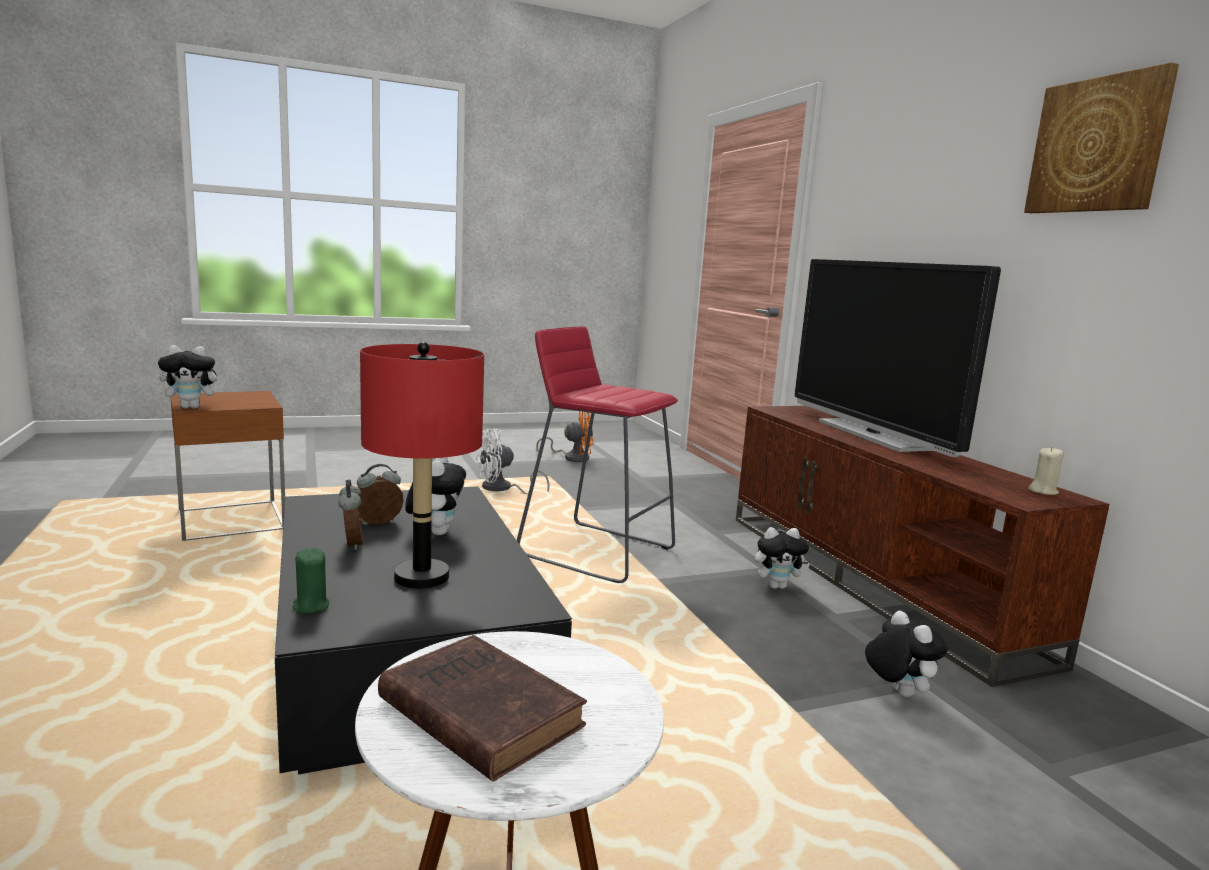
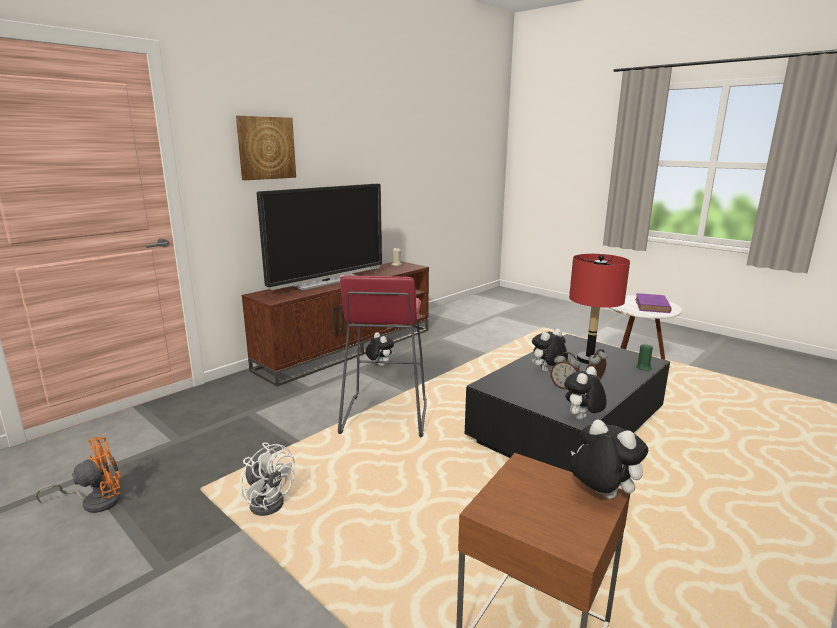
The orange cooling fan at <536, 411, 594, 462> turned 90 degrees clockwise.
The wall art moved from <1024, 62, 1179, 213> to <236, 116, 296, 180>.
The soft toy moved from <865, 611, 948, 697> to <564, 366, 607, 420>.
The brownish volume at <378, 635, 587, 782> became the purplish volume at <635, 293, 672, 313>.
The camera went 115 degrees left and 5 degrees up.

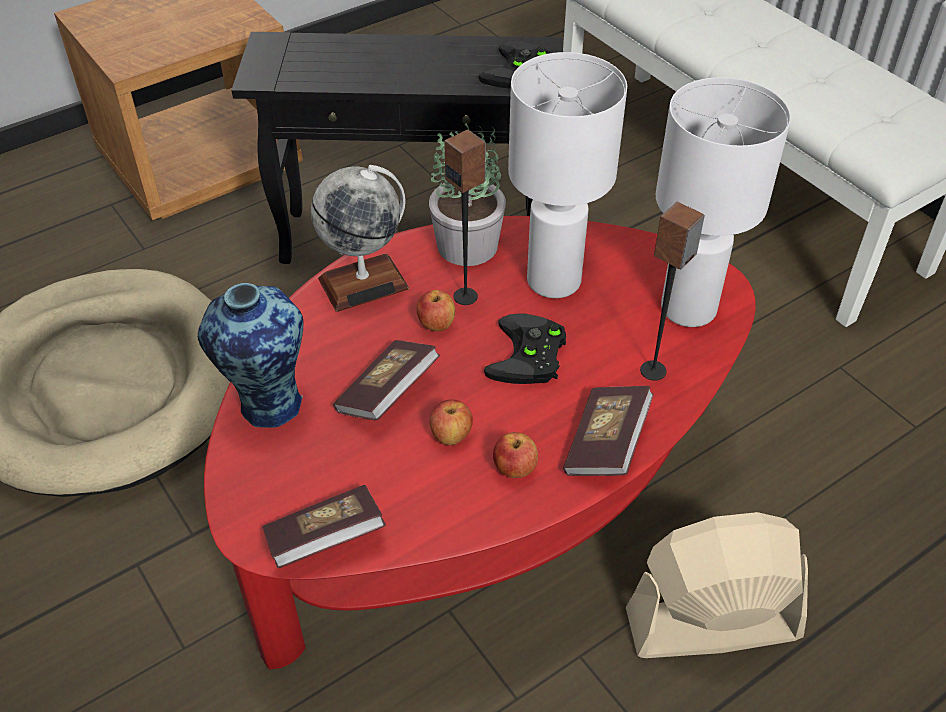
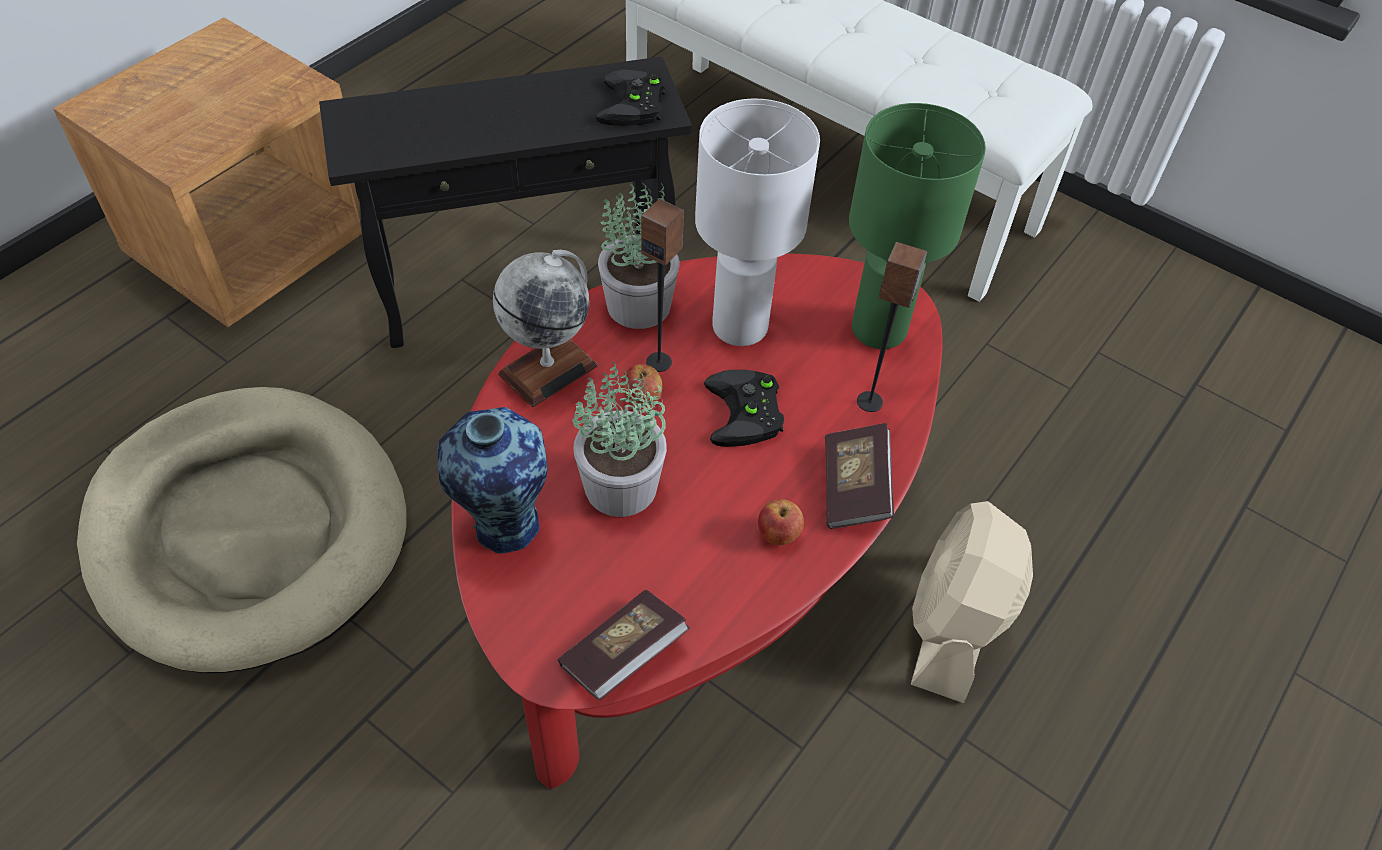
The volume at <333, 340, 440, 420> was replaced by the potted plant at <572, 362, 667, 517>.
The whitish lamp for a table at <656, 77, 791, 327> became the green-coloured lamp for a table at <849, 103, 986, 349>.
The beige-coloured cooling fan at <626, 512, 808, 658> turned 45 degrees counterclockwise.
The whole apple at <430, 399, 473, 445> disappeared.
The camera went 20 degrees left and 5 degrees up.

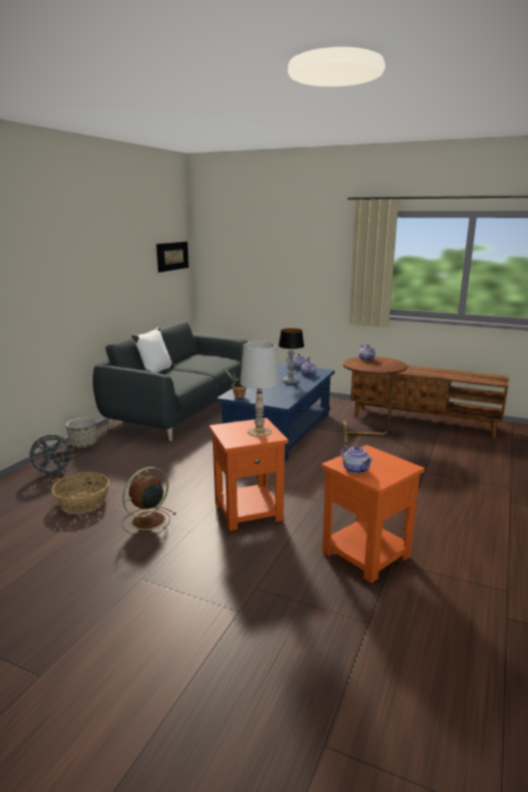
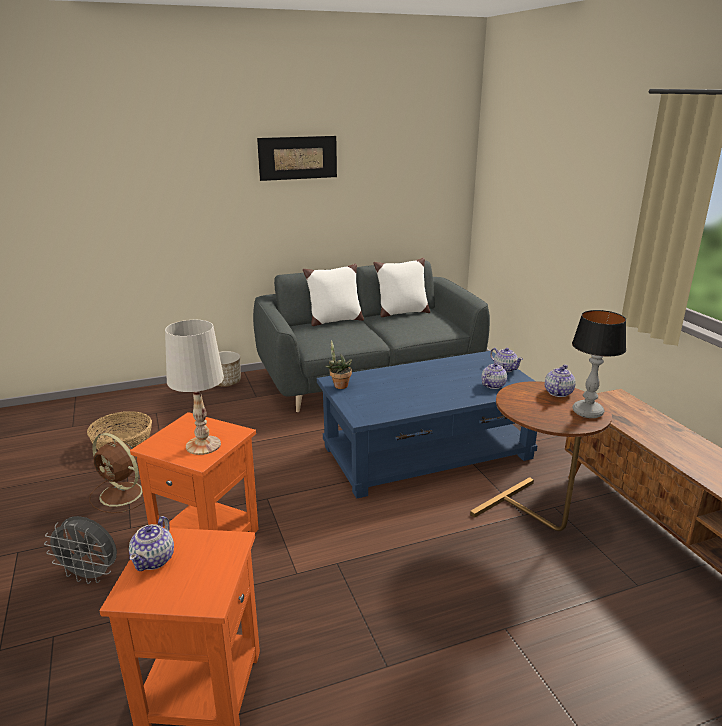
The gray cooling fan moved from <29, 435, 75, 477> to <44, 516, 117, 584>.
The brownish cooling fan at <122, 467, 176, 537> turned 150 degrees counterclockwise.
The wall art moved from <156, 241, 189, 272> to <257, 136, 337, 181>.
The whitish pillow at <373, 258, 430, 317> appeared.
The lamp for a table moved from <278, 328, 304, 384> to <572, 310, 626, 418>.
The camera went 45 degrees right and 5 degrees up.

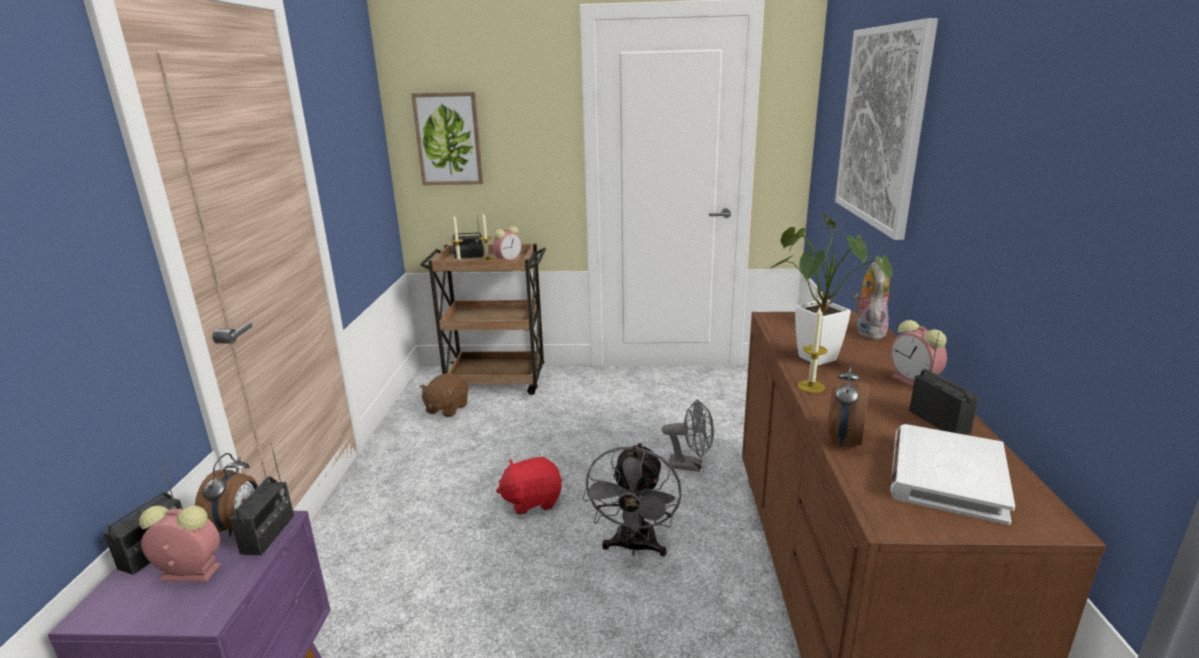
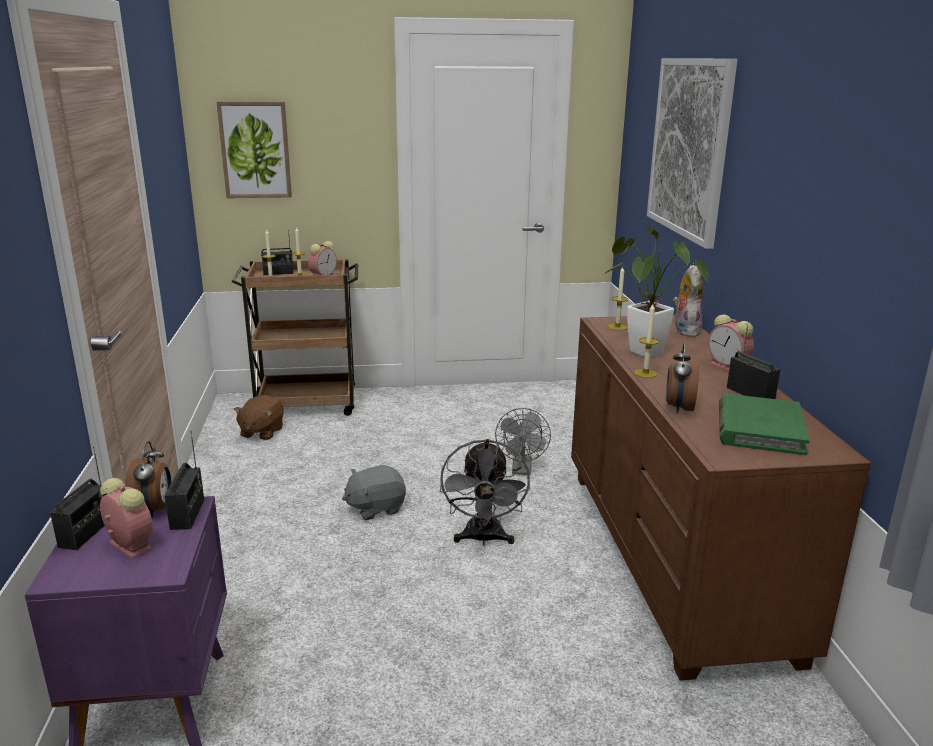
The alarm clock at <139, 505, 221, 582> turned 45 degrees clockwise.
The reddish soft toy at <496, 457, 562, 515> became the gray soft toy at <342, 465, 406, 520>.
The gray cooling fan at <662, 400, 714, 472> turned 90 degrees clockwise.
The wax light at <608, 268, 628, 330> appeared.
The whitish volume at <890, 424, 1015, 525> became the green-coloured volume at <719, 394, 810, 455>.
The camera went 10 degrees left and 0 degrees up.

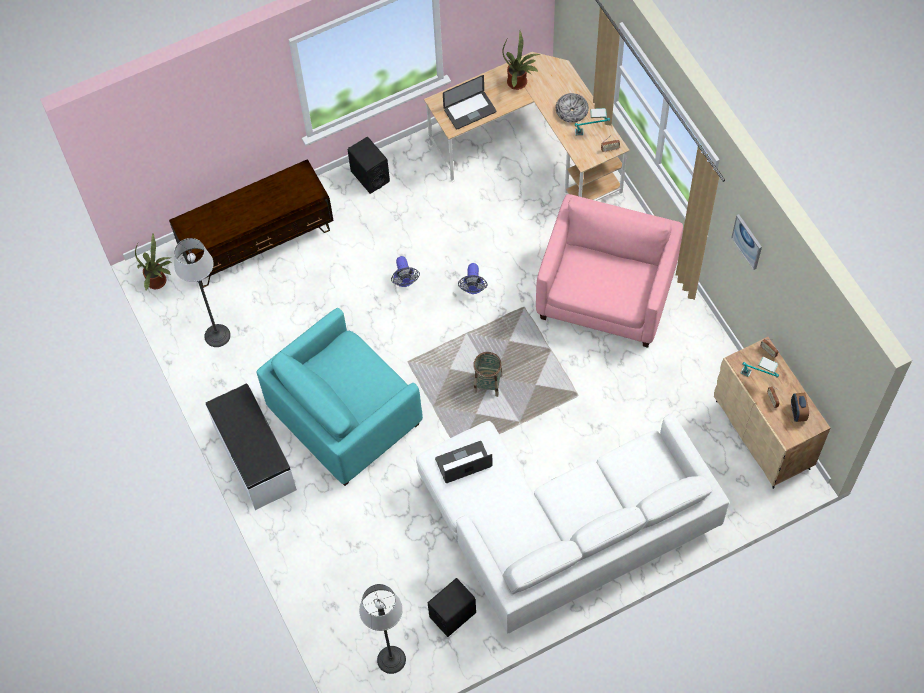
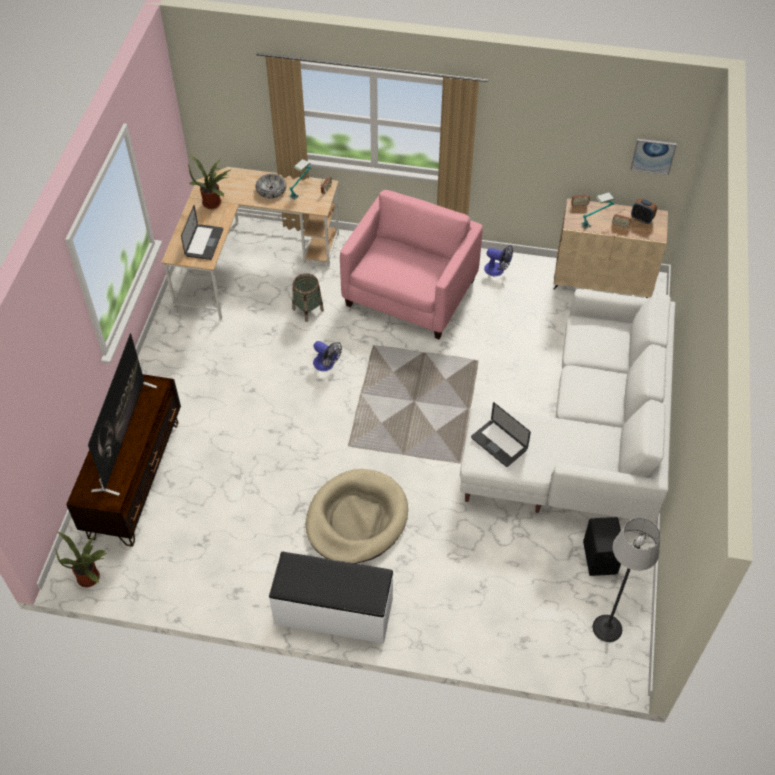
The television at <88, 333, 157, 496> appeared.
The storage basket moved from <473, 352, 503, 397> to <292, 273, 324, 322>.
The blue-green armchair at <256, 308, 423, 486> was replaced by the beige-coloured dog bed at <306, 469, 408, 564>.
The pinkish armchair at <536, 194, 683, 348> turned 60 degrees clockwise.
The laptop at <435, 441, 493, 483> turned 60 degrees counterclockwise.
The cooling fan moved from <391, 256, 420, 287> to <484, 245, 513, 276>.
The wall art moved from <731, 214, 762, 270> to <630, 139, 677, 175>.
The standard lamp at <174, 238, 231, 347> disappeared.
The blackish speaker at <348, 137, 390, 194> disappeared.
The camera went 55 degrees left and 10 degrees down.

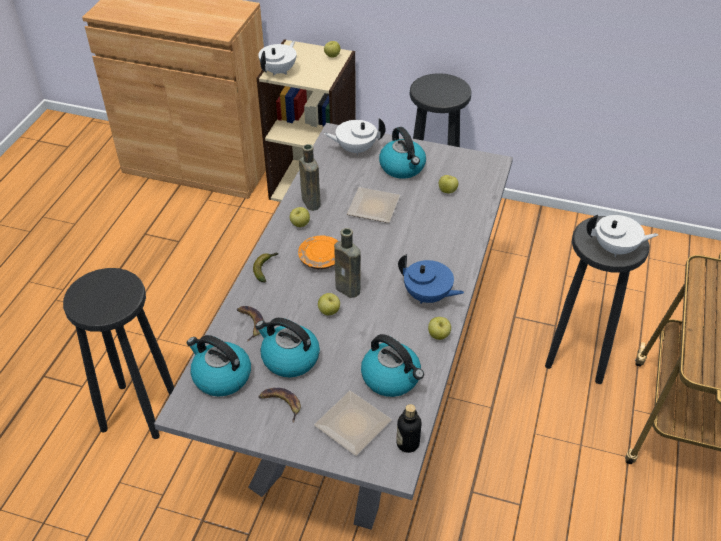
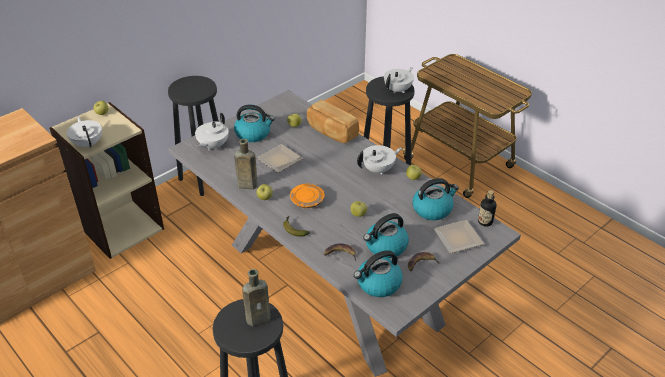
The brownish drink bottle moved from <334, 228, 361, 298> to <242, 269, 270, 326>.
The bakery bread at <307, 99, 359, 143> appeared.
The blue-coloured pot for tea at <398, 254, 464, 304> became the whitish pot for tea at <357, 145, 402, 175>.
The camera went 60 degrees left and 5 degrees down.

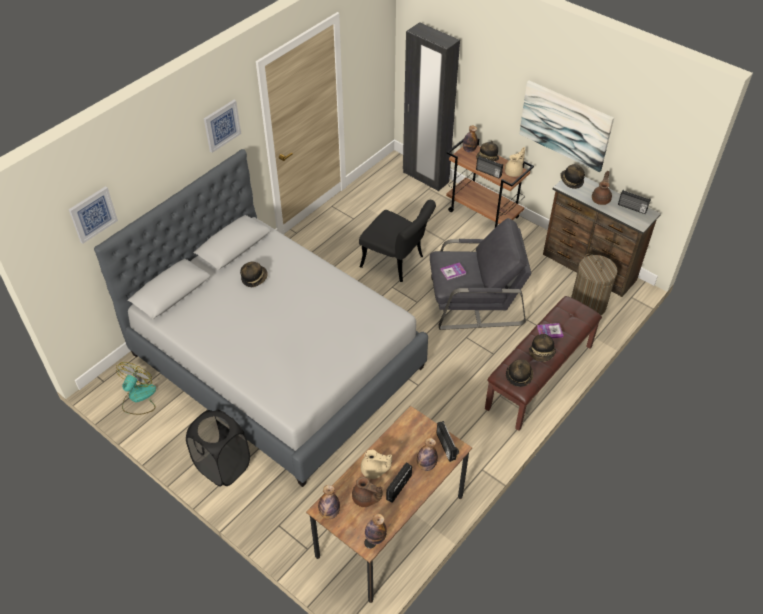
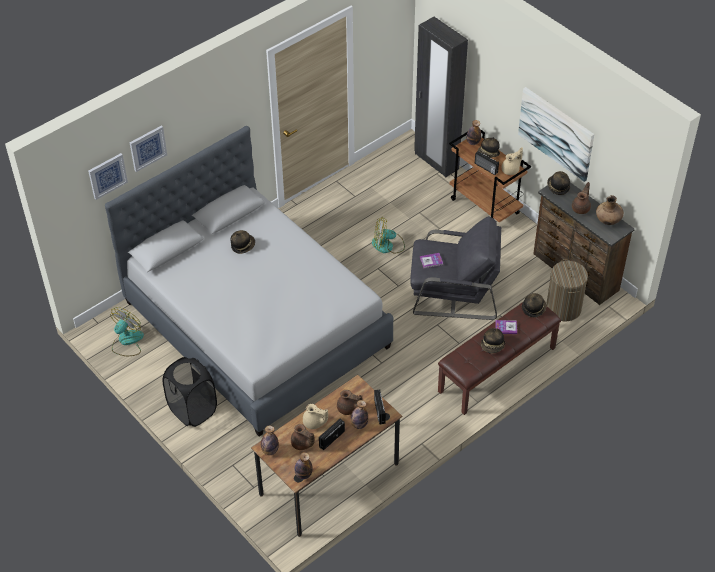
The wall art moved from <204, 100, 241, 153> to <130, 126, 167, 172>.
The brownish pot for tea at <337, 390, 363, 415> appeared.
The blackish plain chair at <359, 200, 436, 282> was replaced by the cooling fan at <372, 218, 405, 254>.
The clothing hat moved from <506, 359, 533, 387> to <522, 293, 546, 318>.
The radio receiver at <618, 190, 651, 214> was replaced by the brownish decorative vase at <596, 195, 624, 225>.
The camera went 10 degrees right and 0 degrees up.

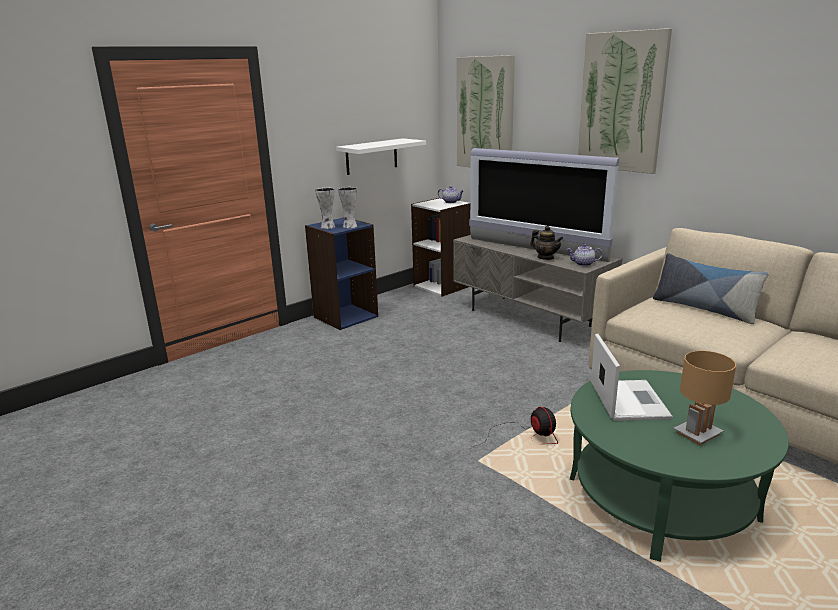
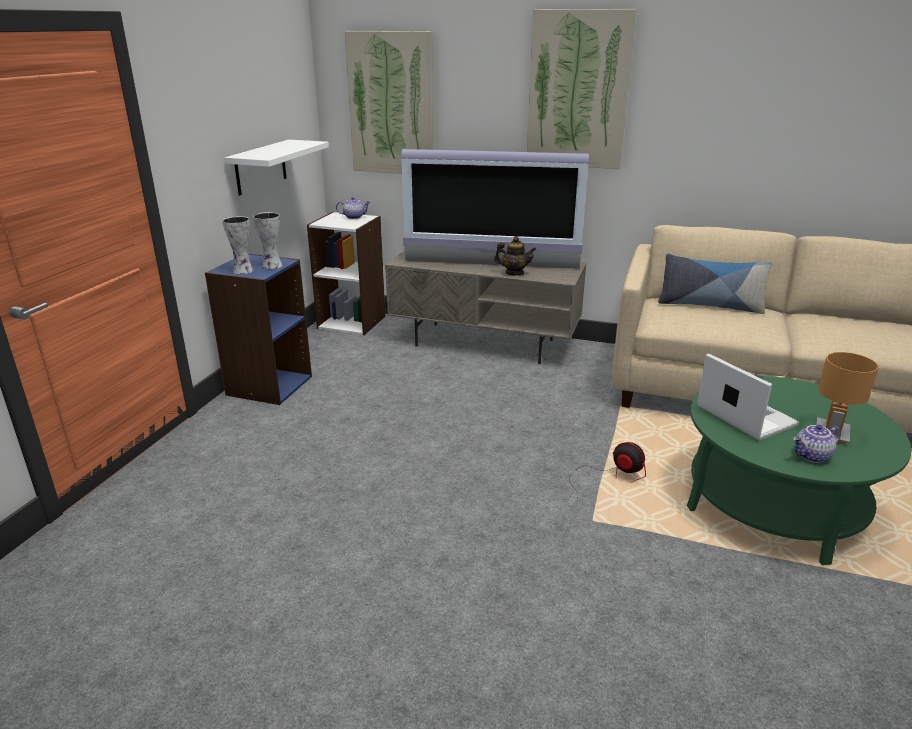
The pot for tea moved from <567, 244, 603, 266> to <793, 424, 841, 463>.
The camera went 30 degrees left and 5 degrees up.

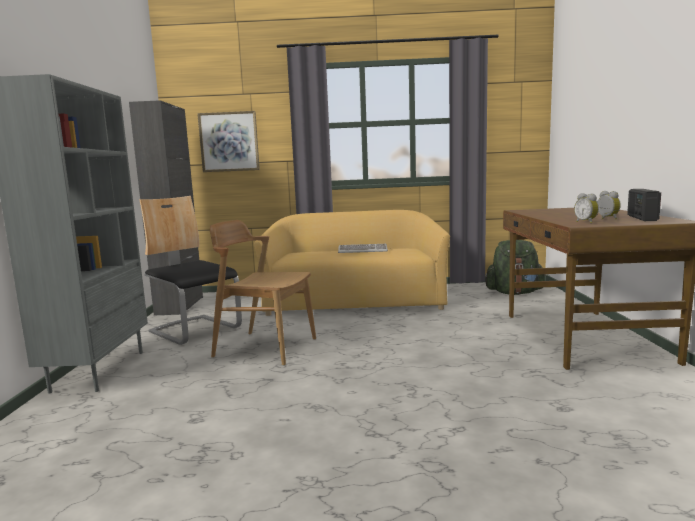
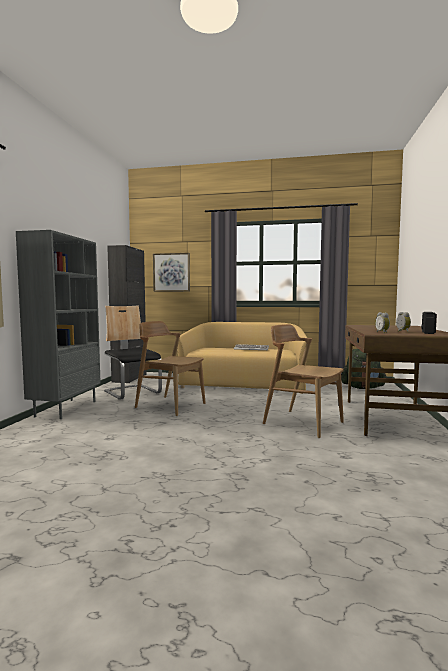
The brownish plain chair at <263, 324, 344, 438> appeared.
The camera went 10 degrees right and 5 degrees down.

